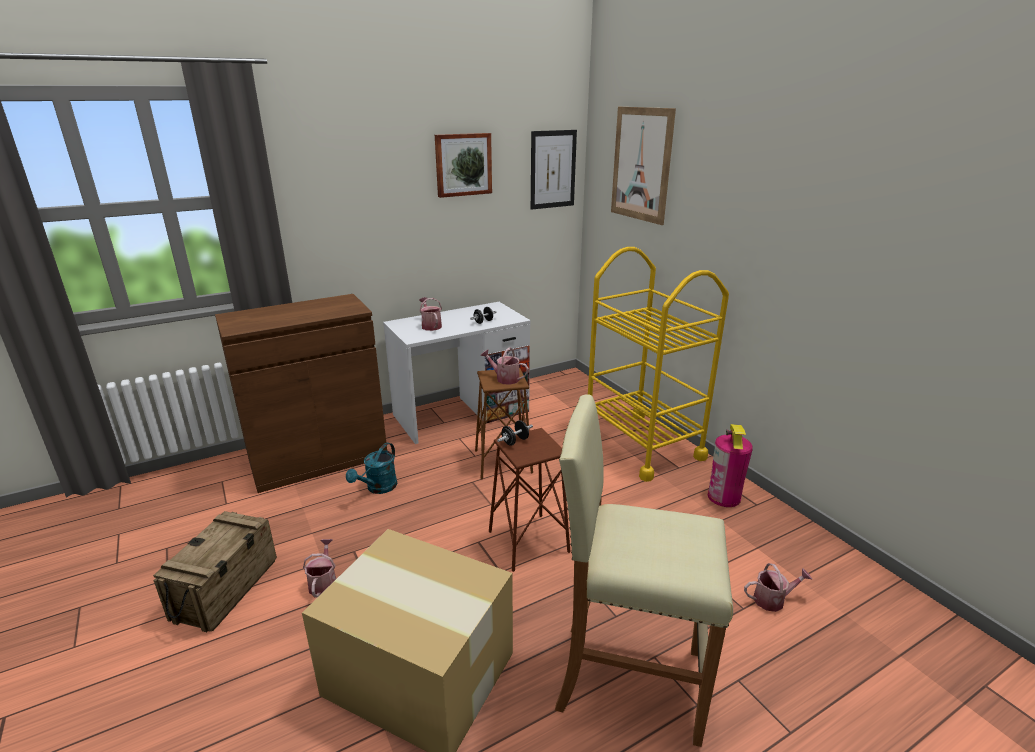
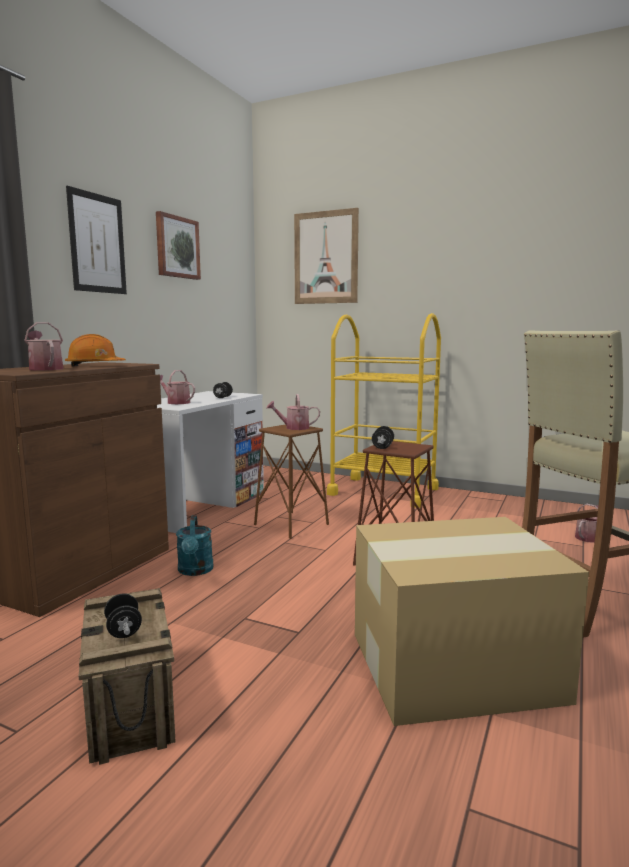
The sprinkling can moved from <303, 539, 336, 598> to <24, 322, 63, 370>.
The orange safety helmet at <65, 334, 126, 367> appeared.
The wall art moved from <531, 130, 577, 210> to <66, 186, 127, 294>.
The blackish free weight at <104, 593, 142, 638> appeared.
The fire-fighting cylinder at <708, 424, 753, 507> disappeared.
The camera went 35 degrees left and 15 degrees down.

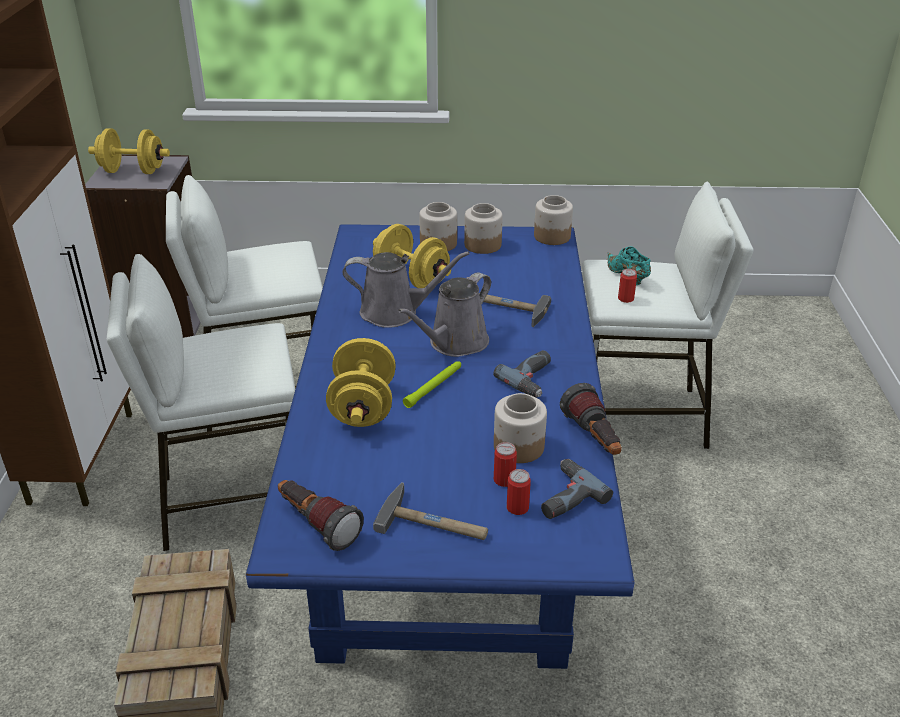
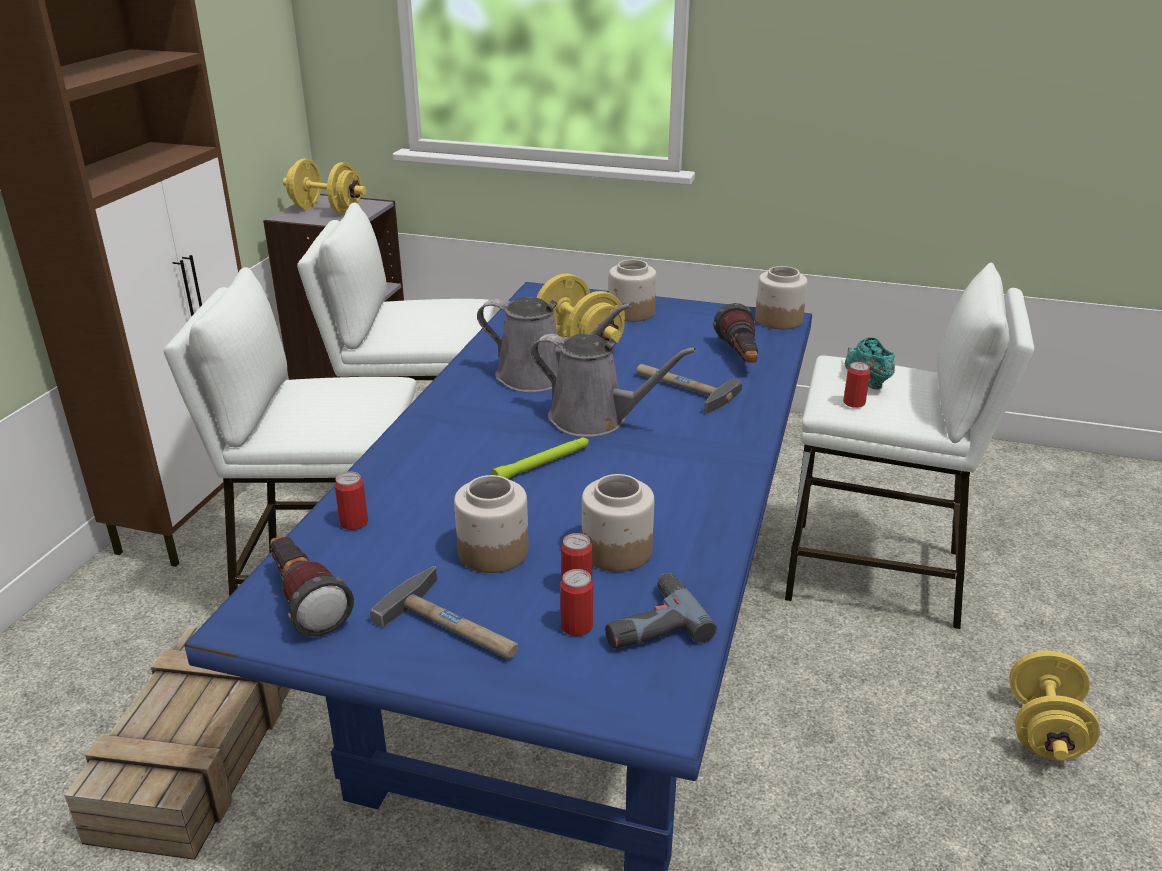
The sealed can at <334, 471, 368, 530> appeared.
The storage jar moved from <464, 203, 503, 254> to <454, 475, 529, 573>.
The gray sprinkling can at <398, 273, 491, 357> turned 120 degrees counterclockwise.
The torch moved from <560, 383, 622, 455> to <713, 303, 759, 363>.
The yellow-coloured free weight moved from <326, 338, 396, 427> to <1009, 651, 1100, 761>.
The electric drill at <493, 350, 551, 398> disappeared.
The camera went 15 degrees right and 5 degrees down.

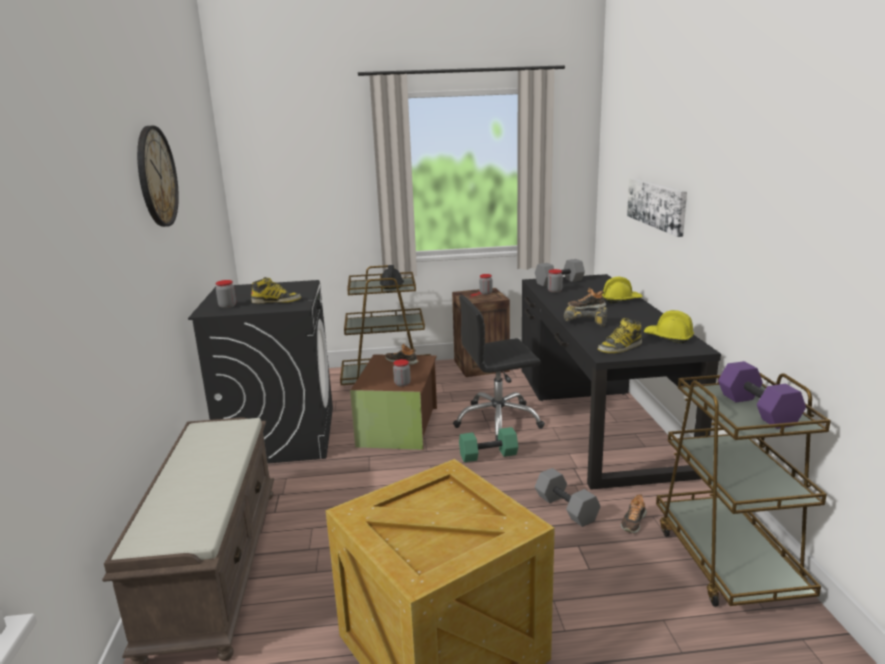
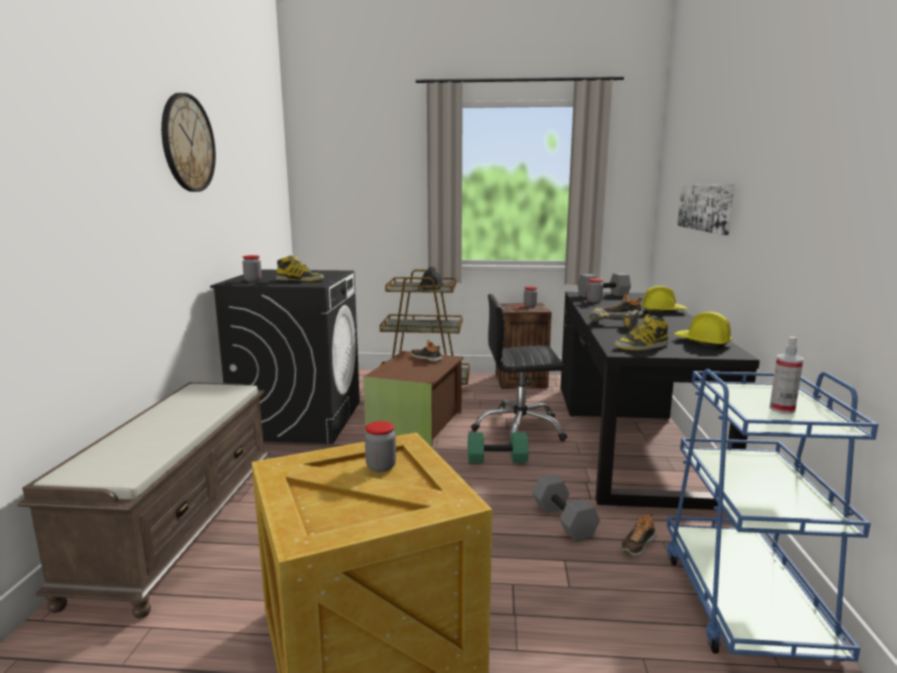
The storage jar moved from <393, 359, 411, 387> to <365, 421, 396, 472>.
The brownish trolley at <656, 372, 831, 607> became the blue-coloured trolley at <667, 369, 879, 662>.
The purplish free weight at <718, 361, 806, 429> was replaced by the sprayer at <769, 336, 804, 414>.
The camera went 10 degrees right and 5 degrees down.

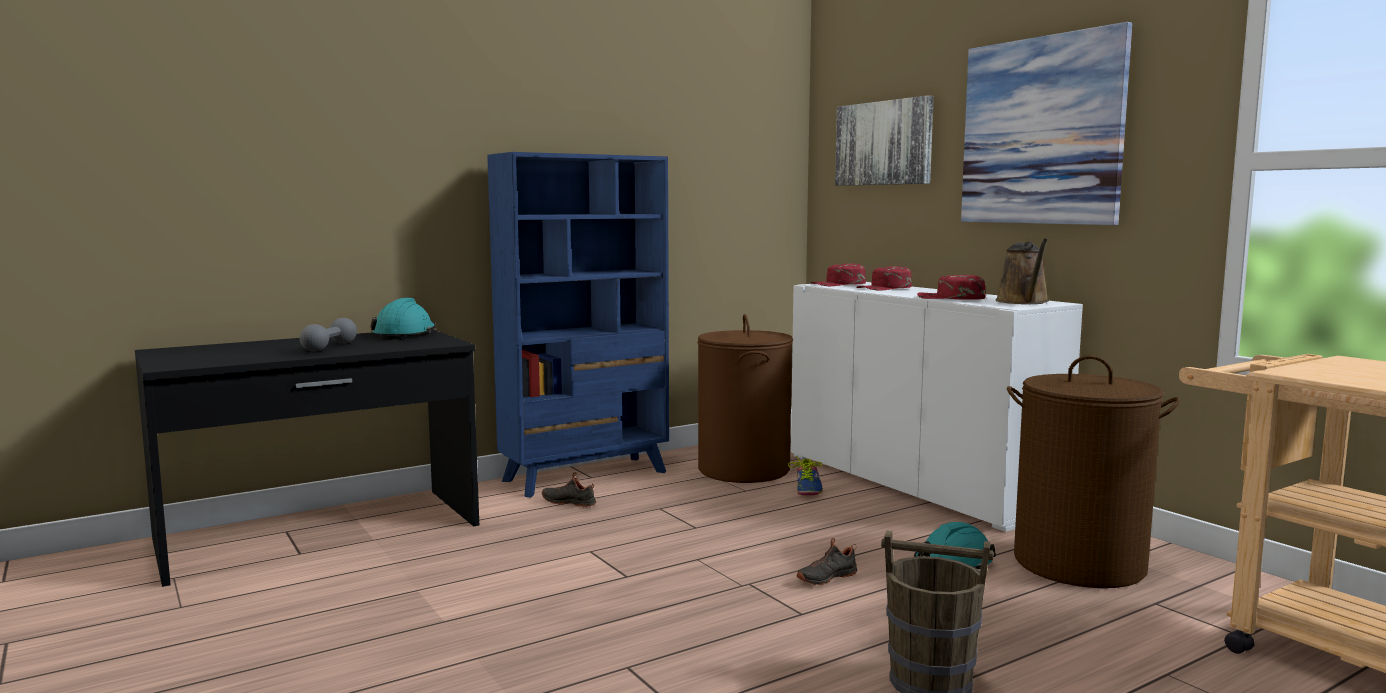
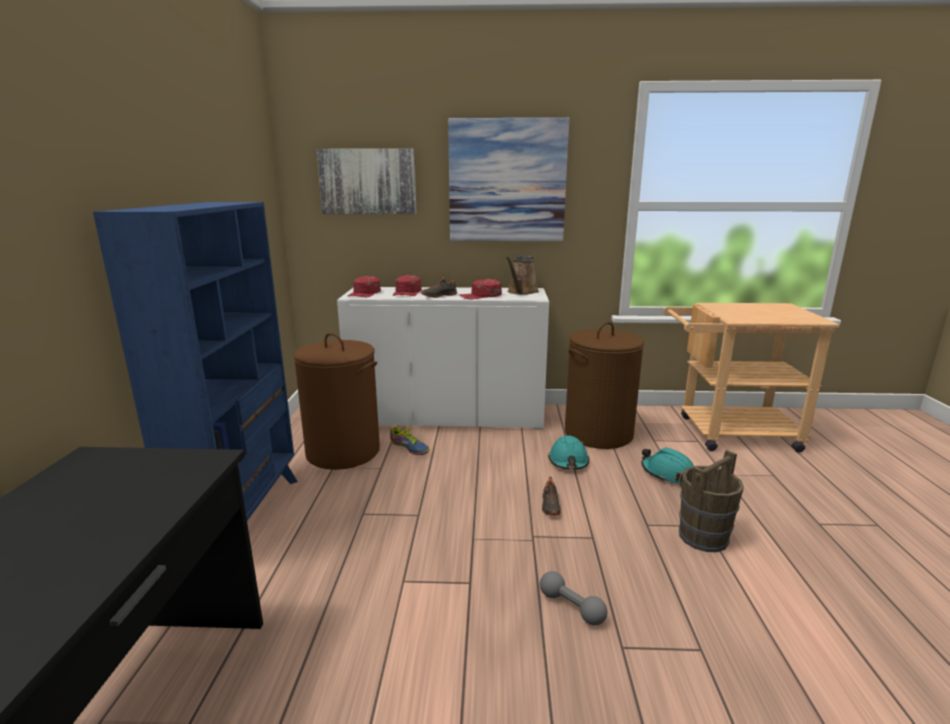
The blackish item of footwear moved from <542, 472, 596, 507> to <421, 275, 457, 298>.
The brownish sprinkling can at <995, 238, 1049, 304> turned 75 degrees clockwise.
The gray free weight moved from <299, 318, 357, 352> to <540, 571, 607, 625>.
The blue-green safety helmet moved from <370, 298, 436, 340> to <641, 447, 694, 484>.
The camera went 55 degrees left and 10 degrees up.

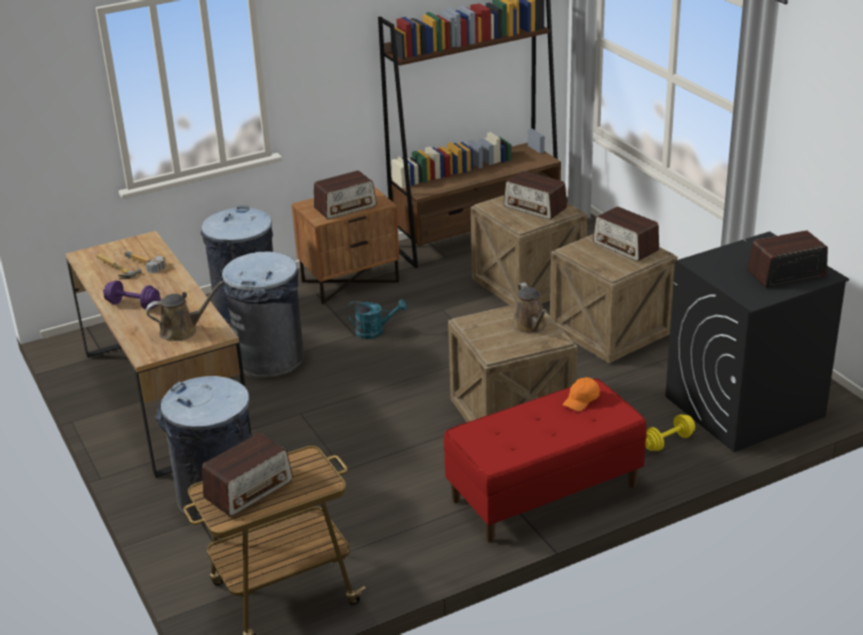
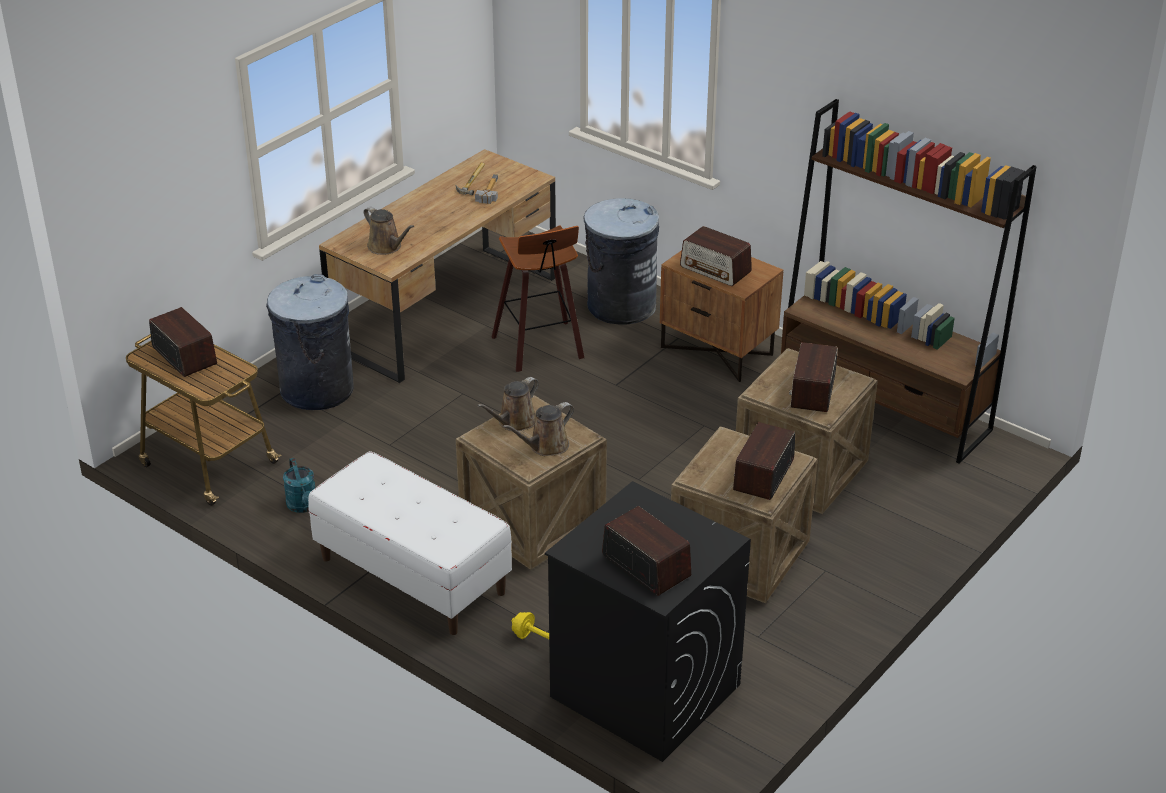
The radio receiver at <202, 433, 293, 517> turned 150 degrees counterclockwise.
The blue-green sprinkling can moved from <347, 299, 407, 339> to <283, 458, 315, 513>.
The reddish bench at <444, 379, 647, 543> became the whitish bench at <308, 451, 512, 635>.
The brownish sprinkling can at <477, 377, 539, 431> appeared.
The gray waste bin at <222, 251, 304, 378> was replaced by the sitting stool at <491, 225, 584, 372>.
The purplish free weight at <103, 280, 161, 309> disappeared.
The orange peaked cap at <563, 377, 600, 411> disappeared.
The camera went 65 degrees right and 5 degrees up.

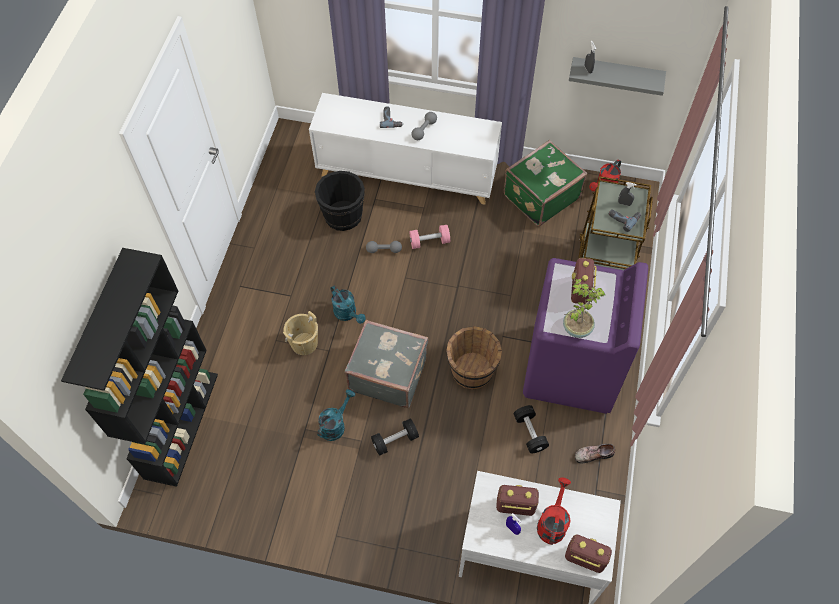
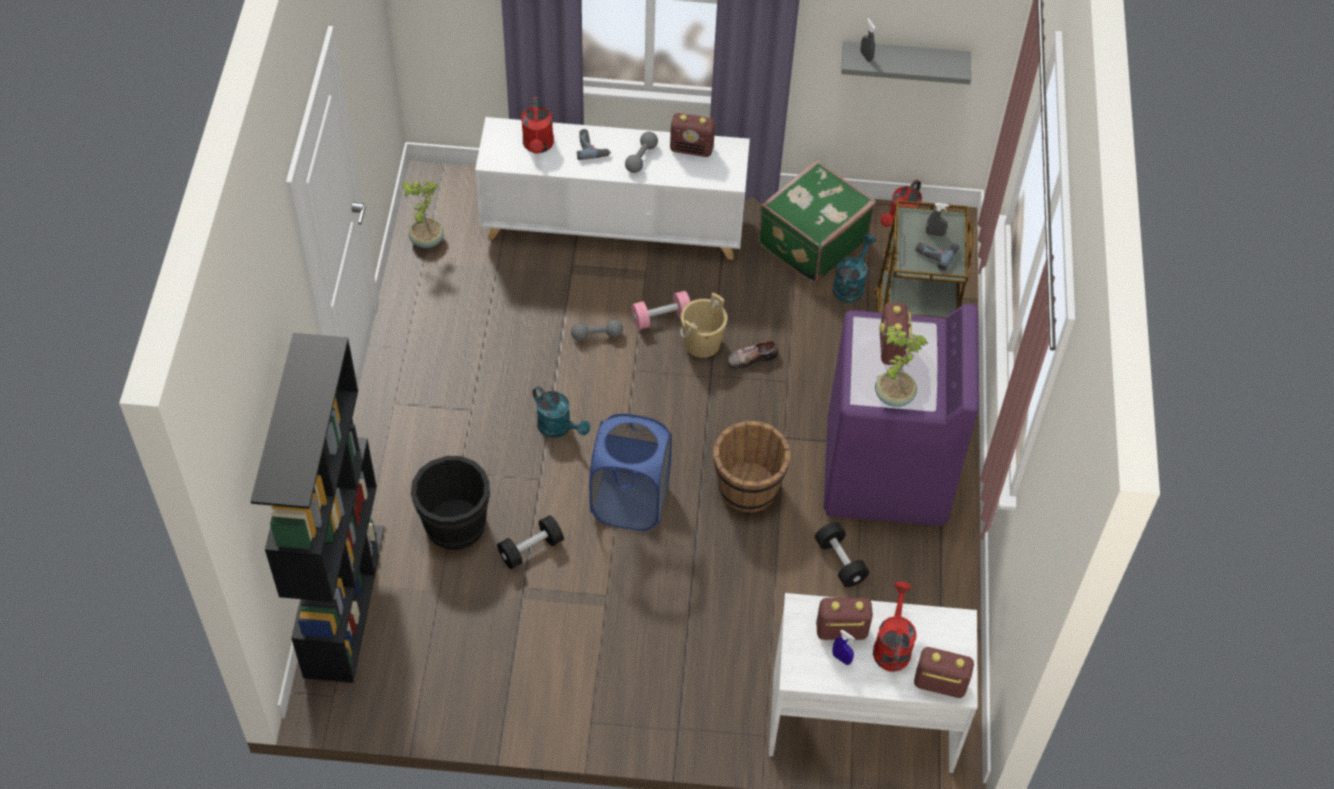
The potted plant at <402, 181, 444, 248> appeared.
The blackish bucket moved from <315, 171, 365, 231> to <411, 456, 490, 550>.
The blackish free weight moved from <371, 419, 419, 456> to <497, 515, 564, 569>.
The reddish sprinkling can at <521, 97, 554, 154> appeared.
The gray travel case at <345, 320, 429, 408> was replaced by the blue-coloured washing basket at <589, 413, 672, 531>.
The radio receiver at <670, 113, 715, 157> appeared.
The beige-coloured bucket moved from <283, 311, 318, 355> to <680, 293, 727, 358>.
The item of footwear moved from <575, 444, 615, 463> to <728, 340, 778, 369>.
The blue-green sprinkling can moved from <317, 389, 355, 441> to <833, 234, 876, 303>.
The camera went 10 degrees left and 5 degrees down.

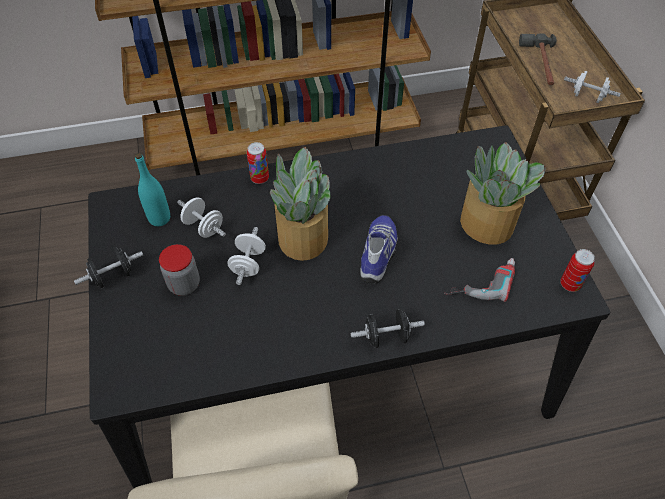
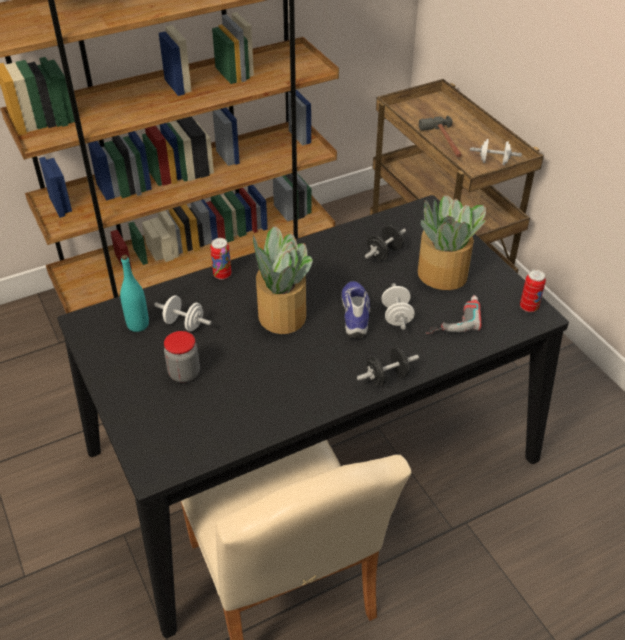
The blackish free weight moved from <74, 247, 143, 288> to <365, 225, 406, 261>.
The whitish free weight moved from <227, 227, 266, 285> to <381, 283, 415, 330>.
The camera went 15 degrees left and 10 degrees down.

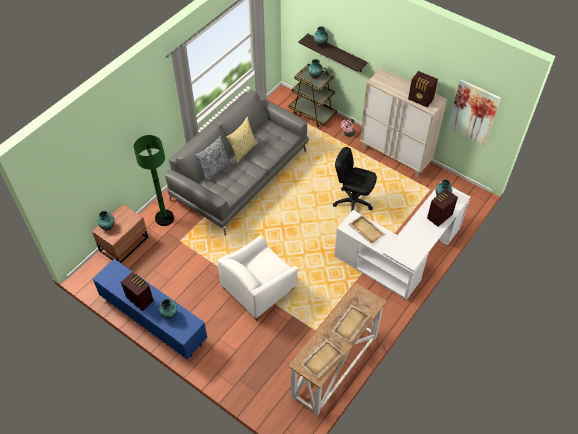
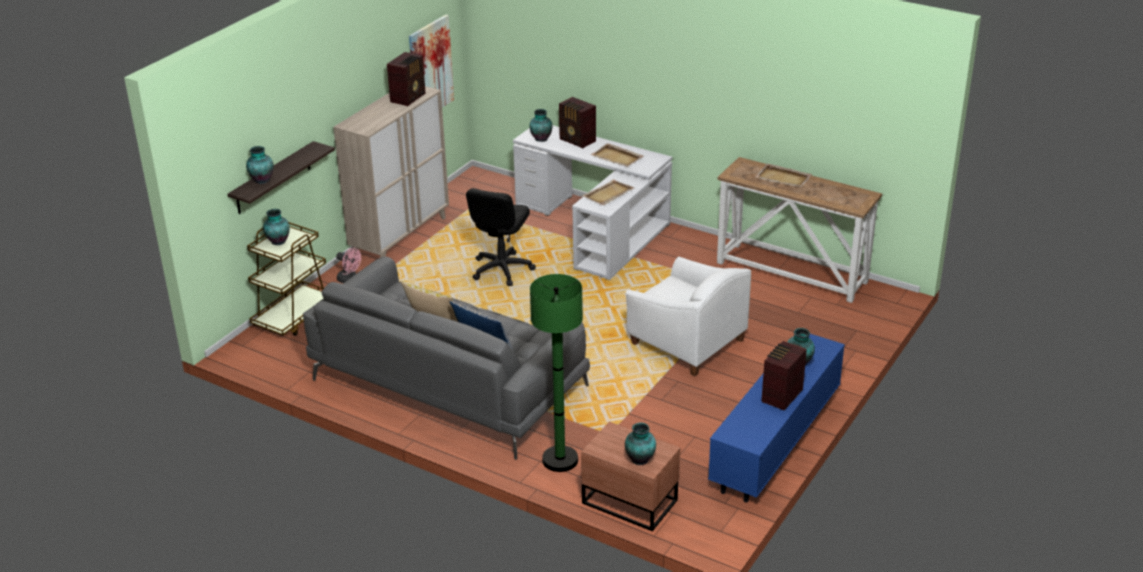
The beige-coloured tray moved from <301, 339, 344, 379> to <590, 143, 644, 167>.
The camera went 95 degrees left and 20 degrees down.

